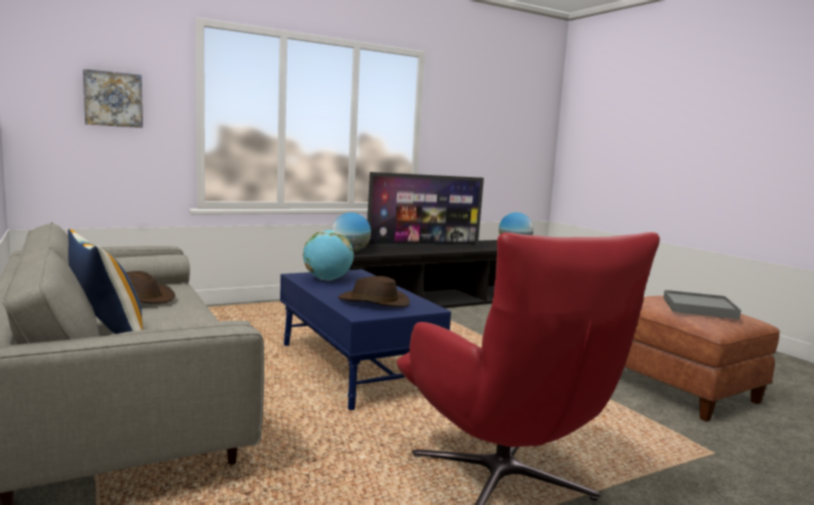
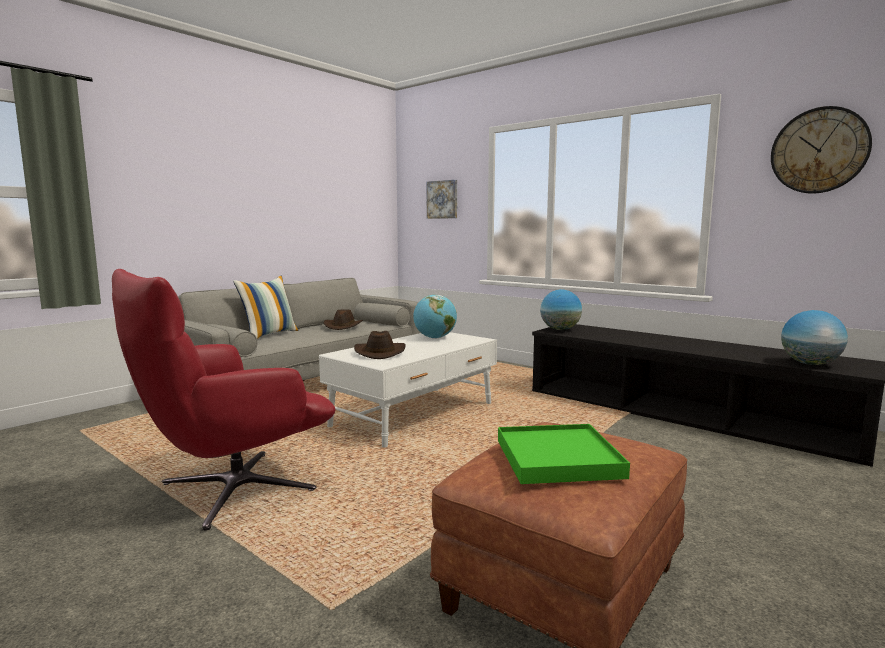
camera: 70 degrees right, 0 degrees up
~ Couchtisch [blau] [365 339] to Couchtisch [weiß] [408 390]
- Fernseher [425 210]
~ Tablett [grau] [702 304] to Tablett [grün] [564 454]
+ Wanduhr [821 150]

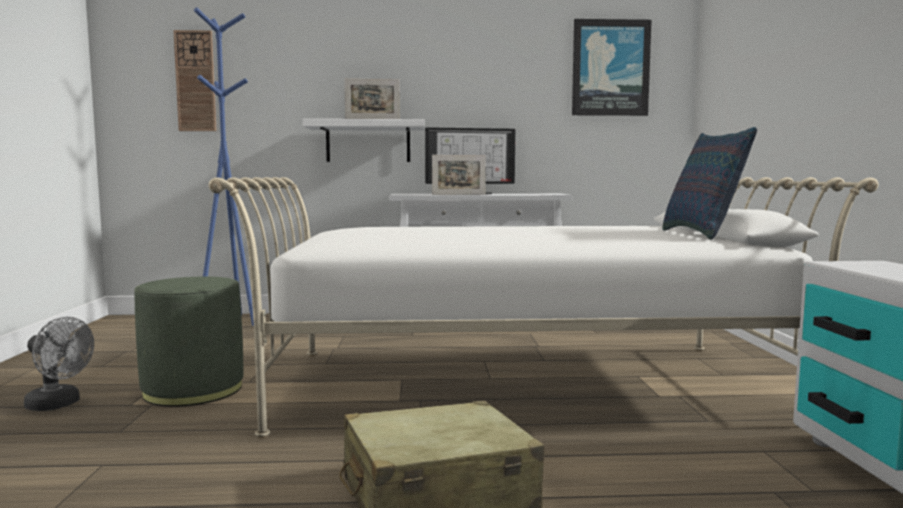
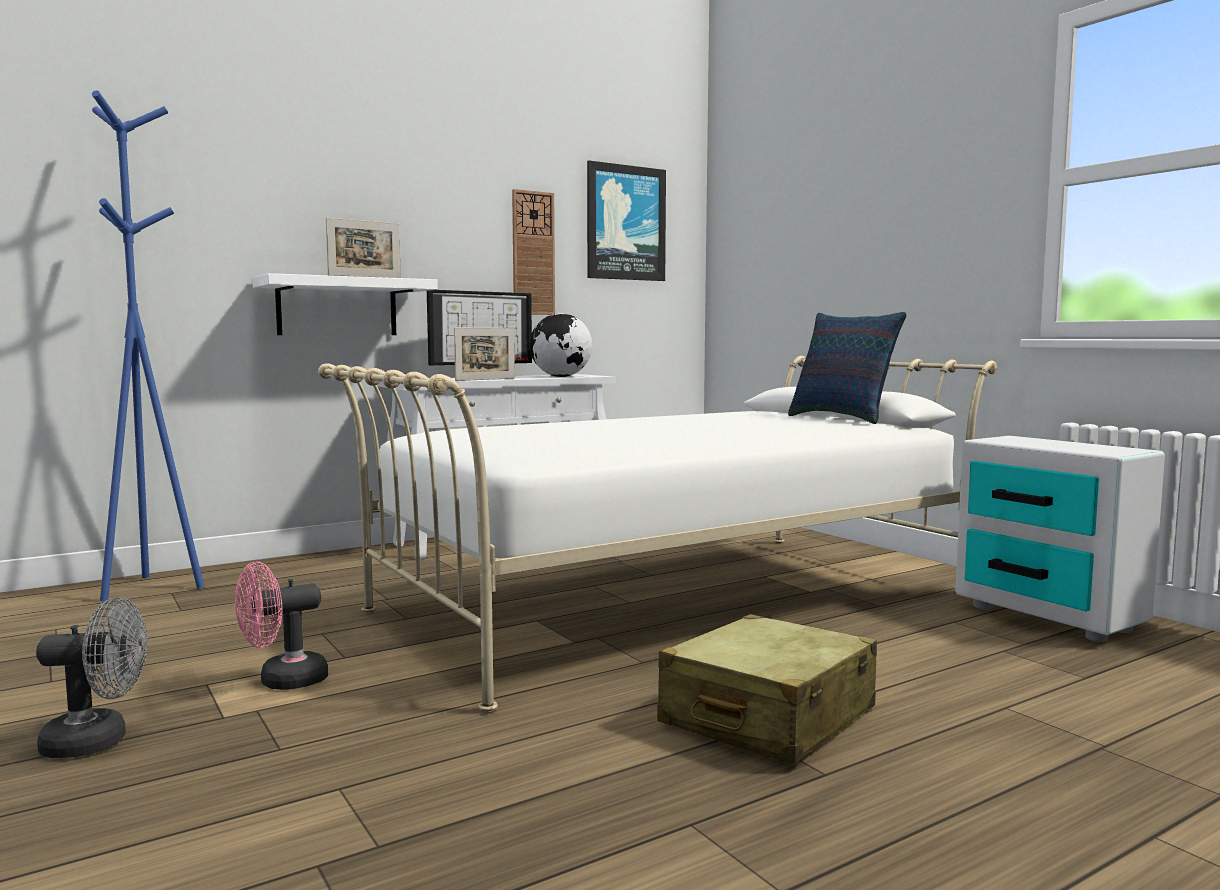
camera: 30 degrees left, 0 degrees up
~ Polsterhocker [grün] [189 342] to Ventilator [rosa] [281 625]
~ Wanduhr [194 80] to [533 252]
+ Globus [561 345]

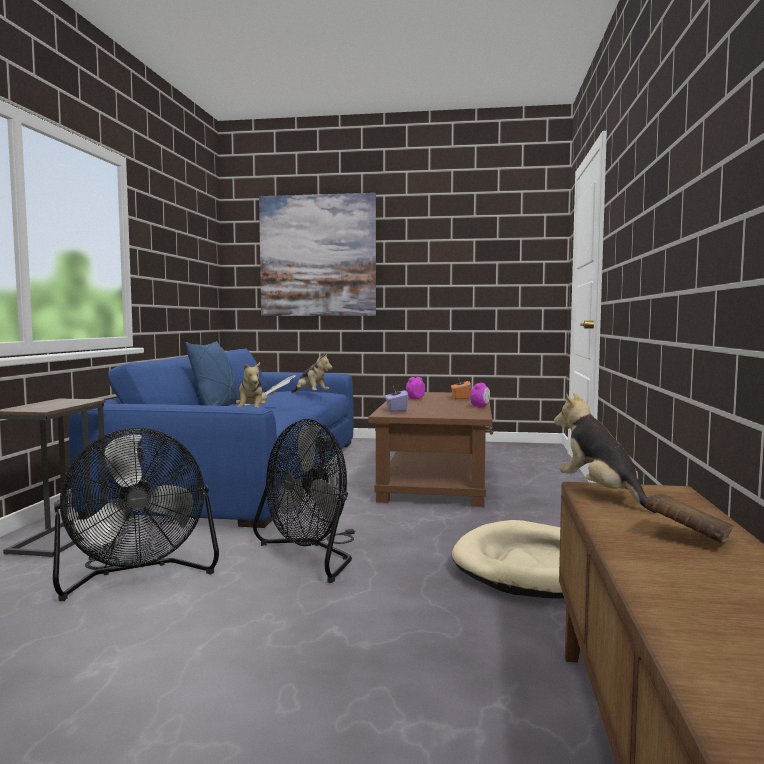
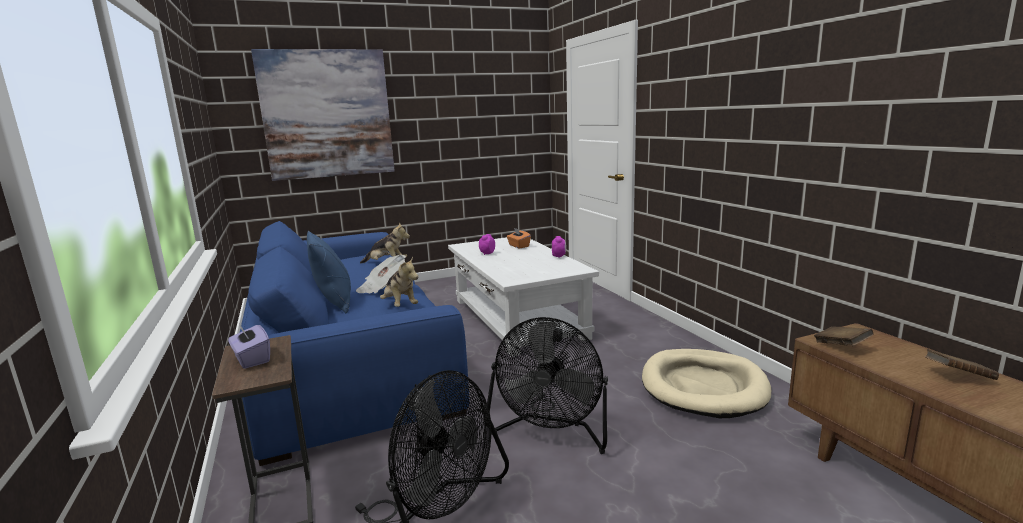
camera: 30 degrees left, 10 degrees up
~ Couchtisch [braun] [430 449] to Couchtisch [weiß] [523 297]
~ Taschentuchbox [lila] [396 399] to [249 346]
~ Plüschtier [606 453] to Buch [braun] [843 336]

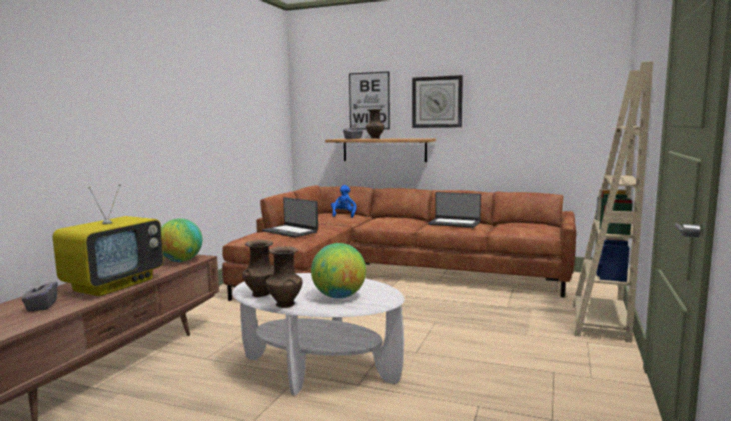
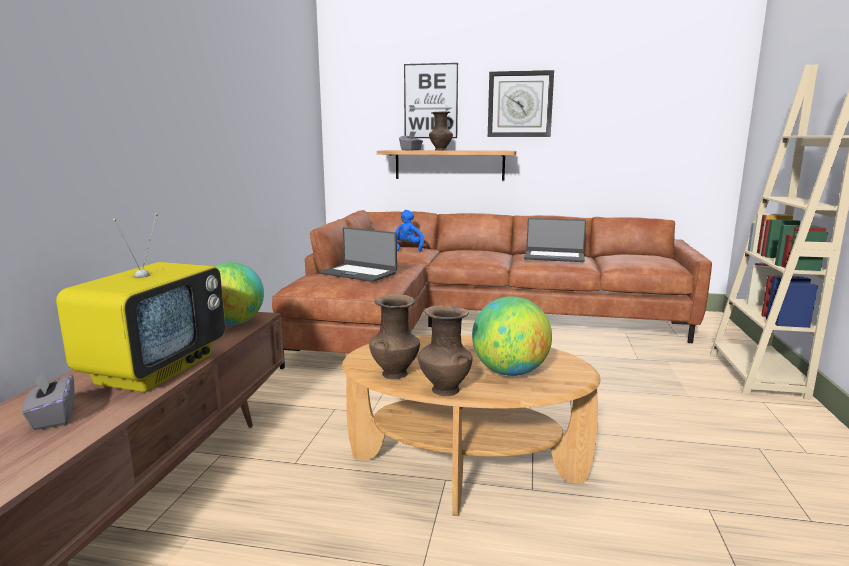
camera: 10 degrees left, 5 degrees up
~ Couchtisch [weiß] [318 334] to Couchtisch [braun] [471 425]

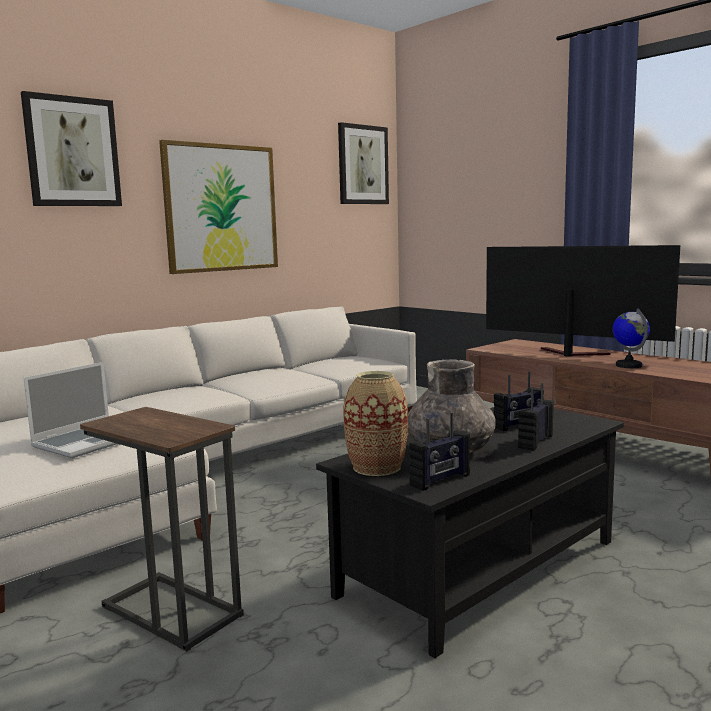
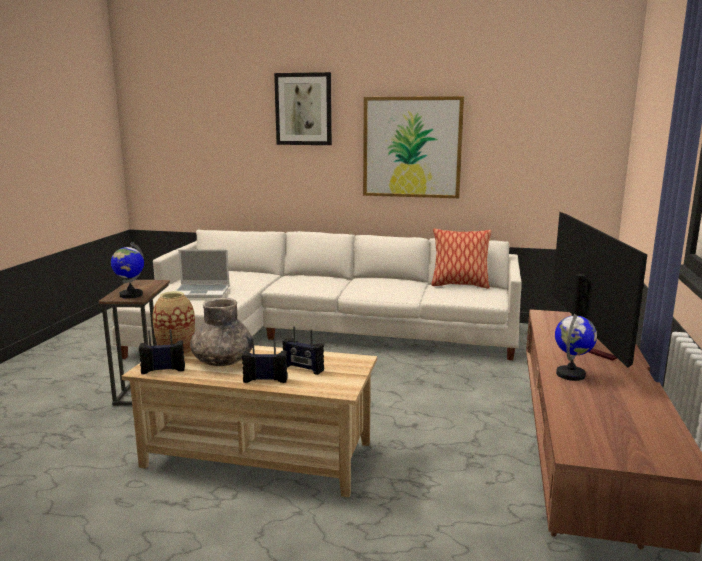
camera: 55 degrees right, 5 degrees up
~ Couchtisch [schwarz] [470 532] to Couchtisch [beige] [249 421]
- Bild [363 163]
~ Radio [439 451] = [162 351] 150 degrees clockwise
+ Globus [127 270]
+ Kissen [461 259]

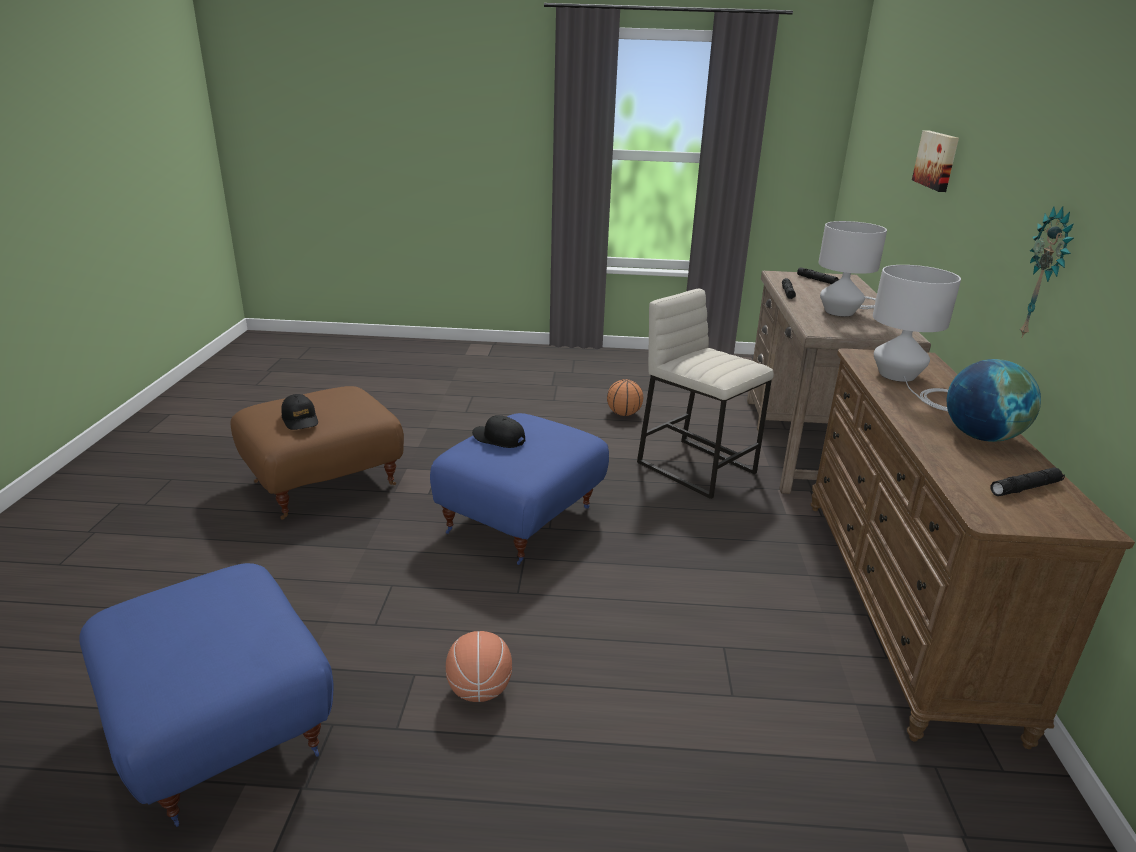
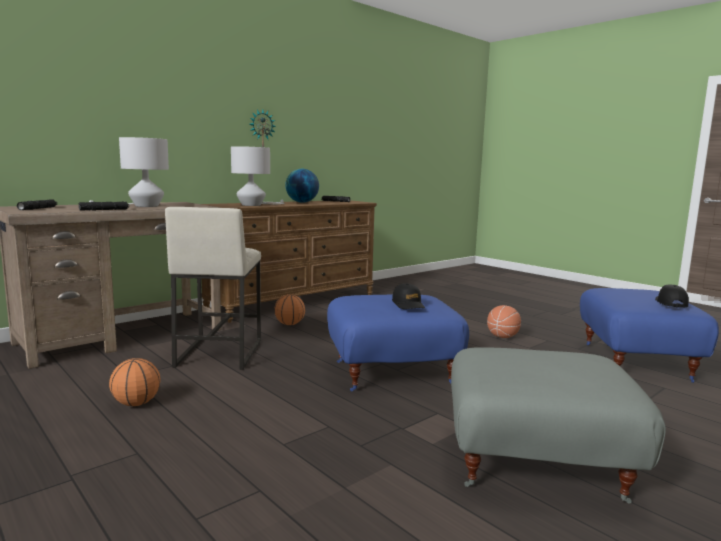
camera: 135 degrees left, 15 degrees down
~ Polsterhocker [braun] [317 453] to Polsterhocker [grau] [558 425]
~ Kappe [schwarz] [299 412] to [672 296]
- Bild [935 161]
+ Basketball [289 309]

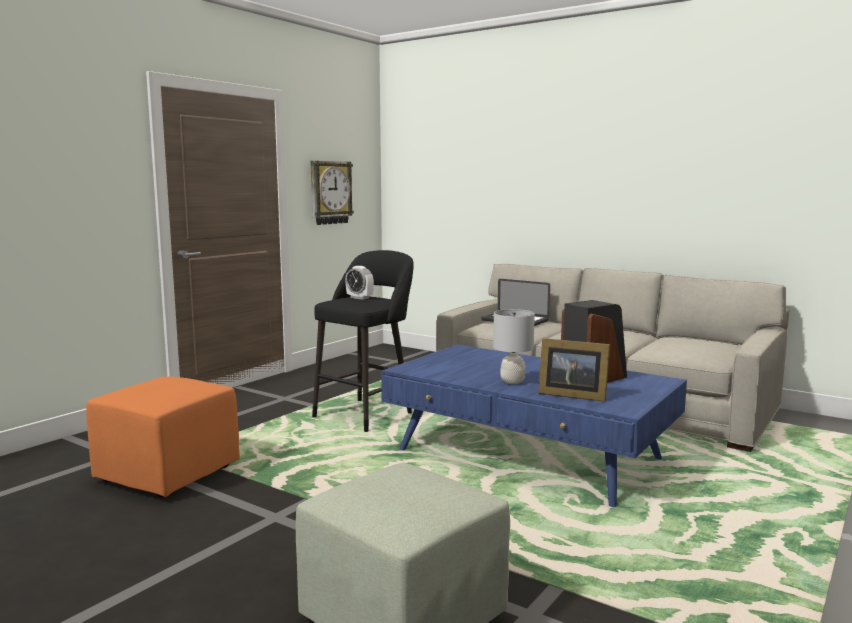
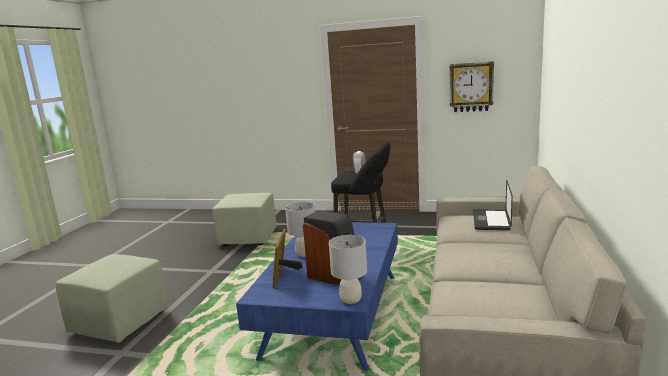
camera: 70 degrees right, 5 degrees up
~ Polsterhocker [orange] [163 436] to Polsterhocker [grün] [244 219]
+ Tischlampe [grau] [348 269]

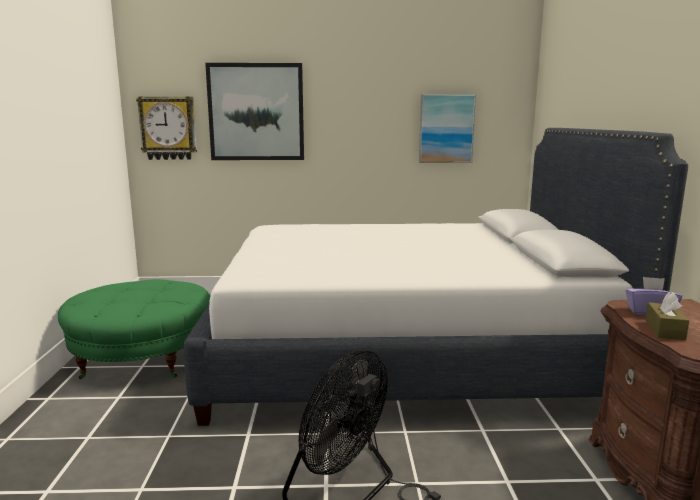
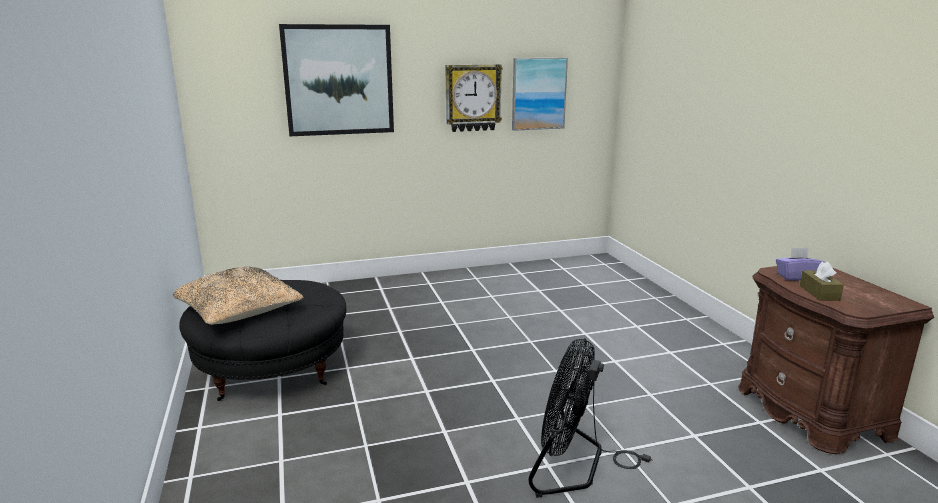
camera: 15 degrees left, 5 degrees up
~ Polsterhocker [grün] [134 329] to Polsterhocker [schwarz] [262 340]
~ Wanduhr [166 128] to [474 98]
- Bett [weiß] [436 277]
+ Kissen [beige] [238 296]

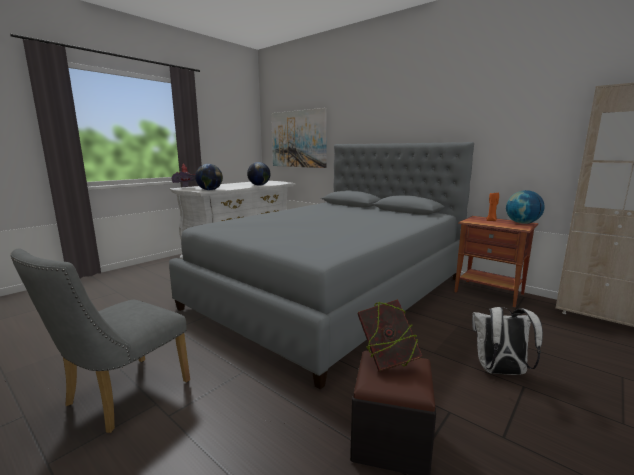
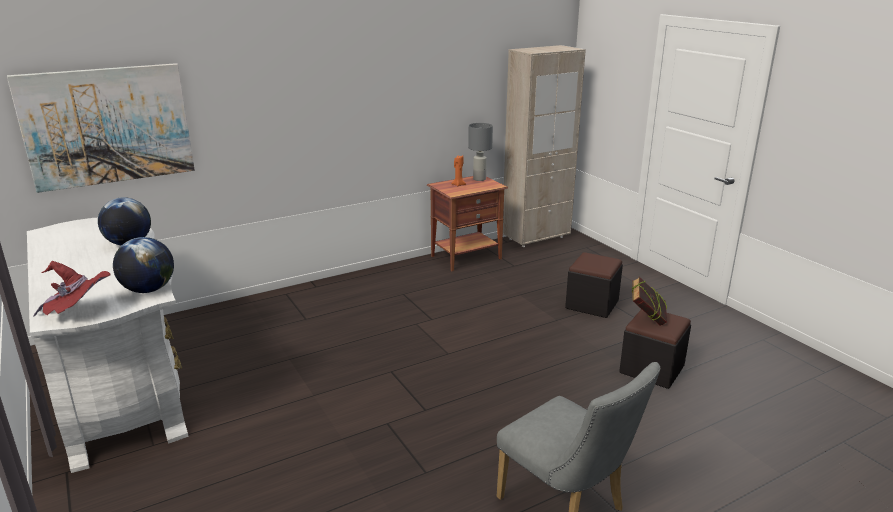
camera: 70 degrees left, 10 degrees up
- Bett [grau] [321 266]
~ Rucksack [weiß] [507 341] to Polsterhocker [schwarz] [594 285]
~ Globus [525 207] to Tischlampe [grau] [480 152]

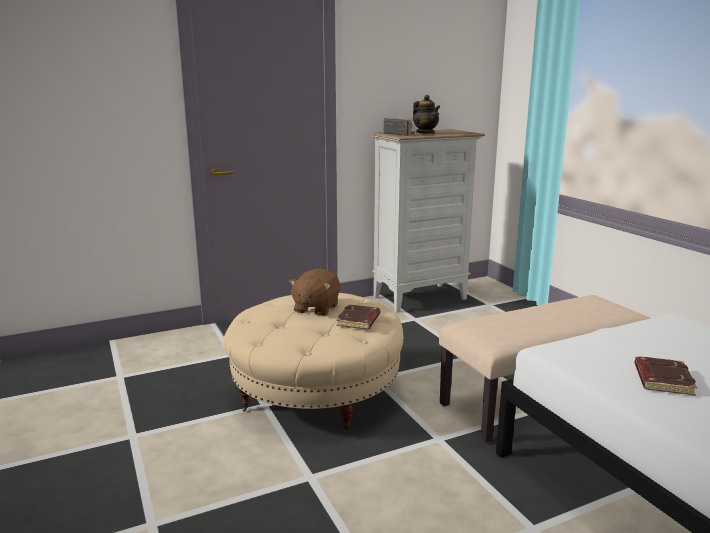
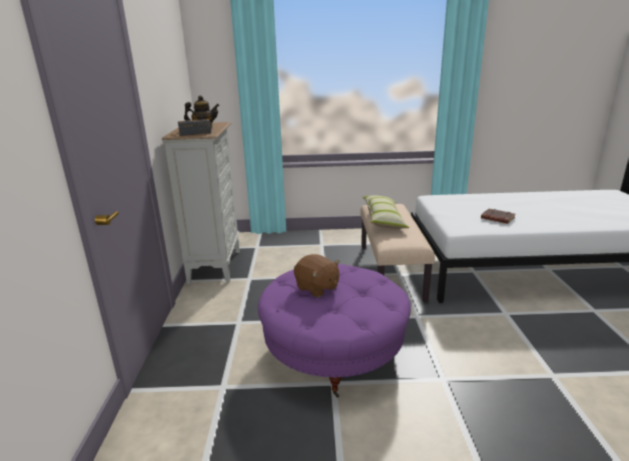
camera: 65 degrees left, 5 degrees up
~ Polsterhocker [beige] [314 364] to Polsterhocker [lila] [334 331]
- Buch [braun] [358 317]
+ Kissen [385 212]

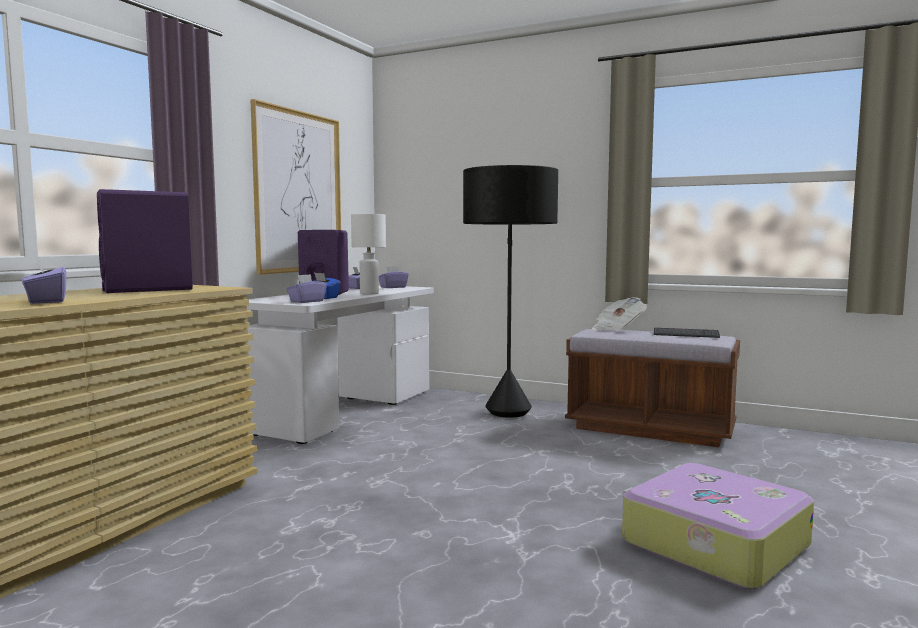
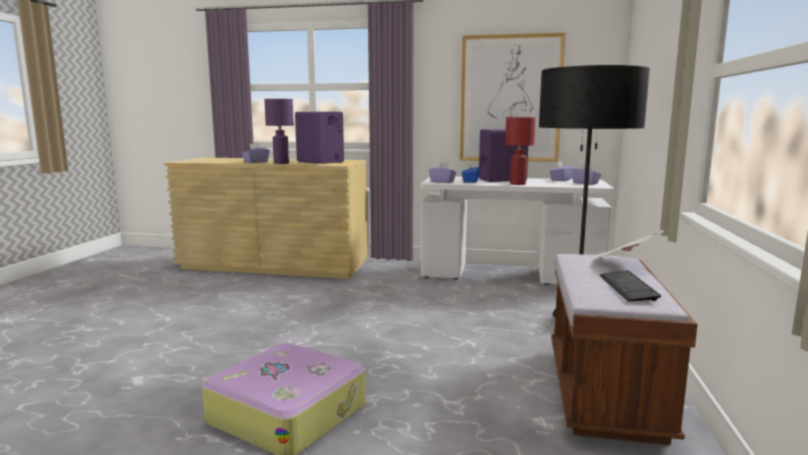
camera: 75 degrees right, 5 degrees up
~ Tischlampe [weiß] [368 254] to Tischlampe [rot] [520 151]
+ Tischlampe [lila] [279 131]

